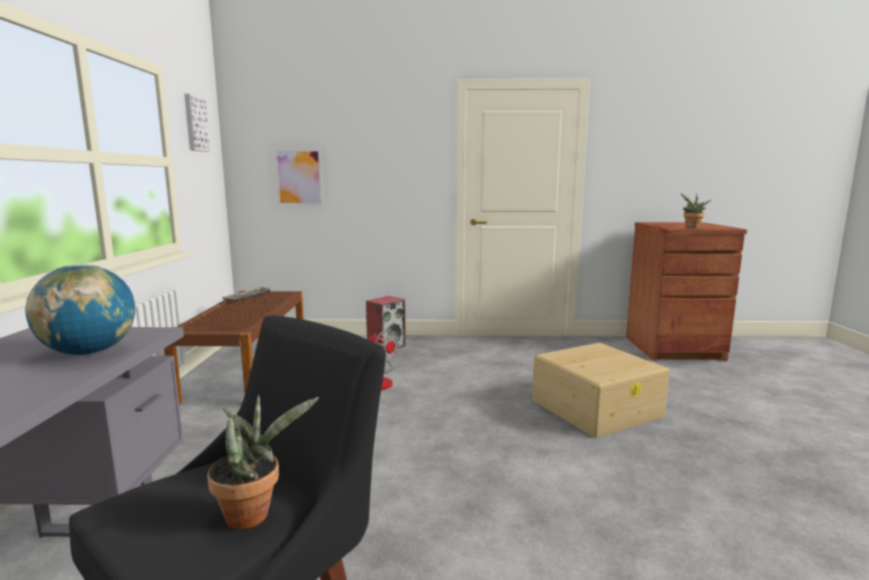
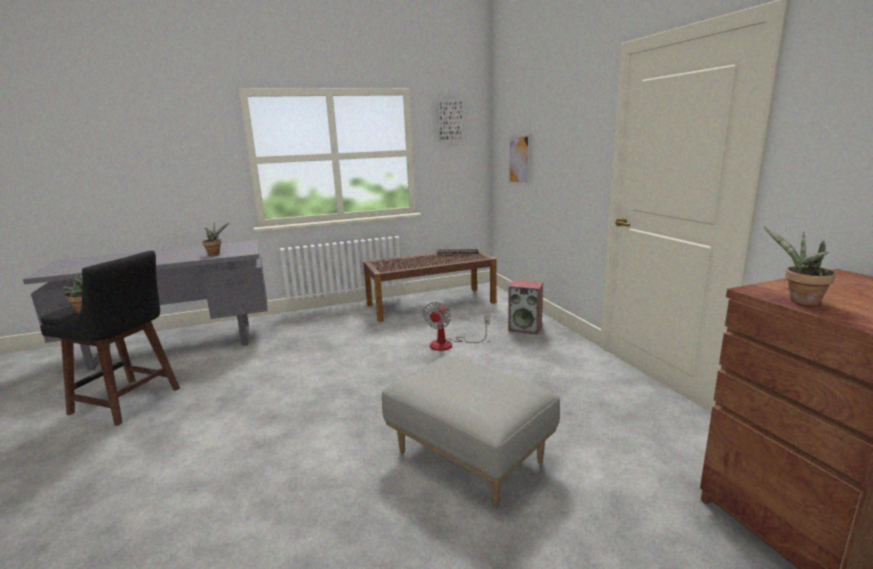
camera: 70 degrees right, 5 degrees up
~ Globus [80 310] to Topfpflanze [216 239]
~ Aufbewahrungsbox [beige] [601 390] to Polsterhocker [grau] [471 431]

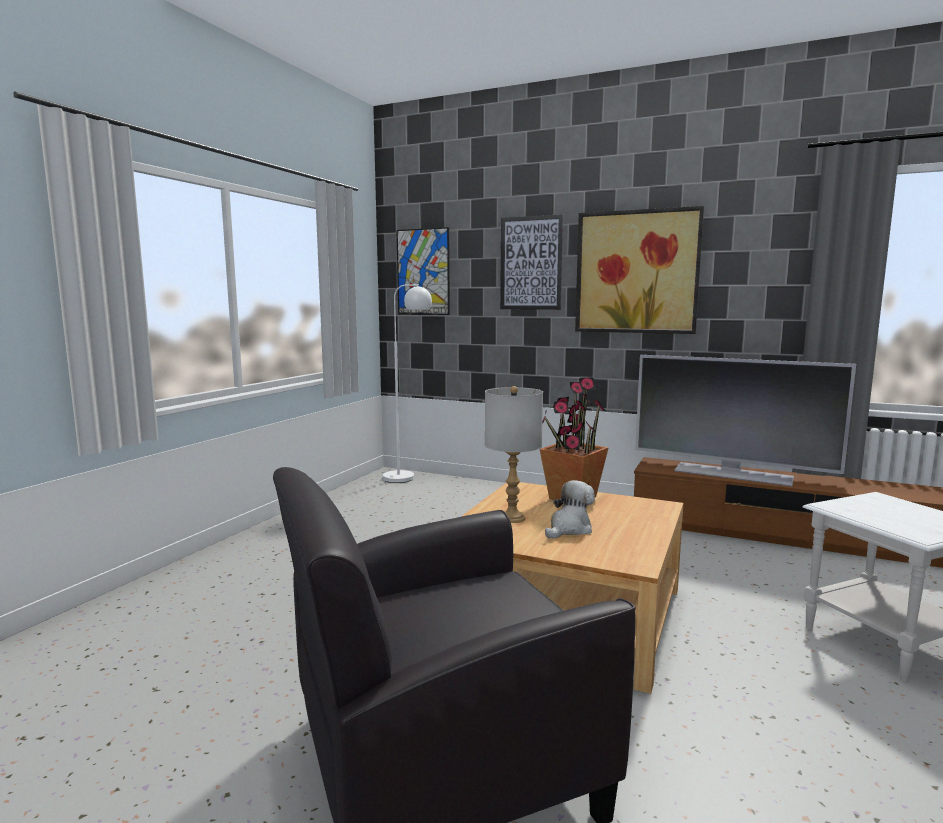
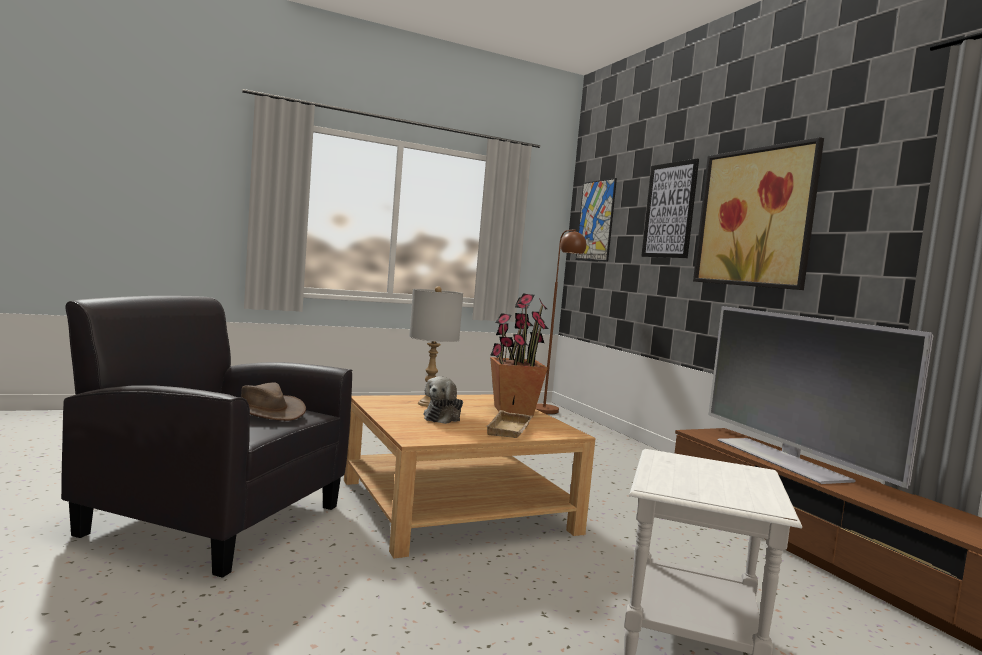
camera: 40 degrees right, 5 degrees down
~ Stehlampe [weiß] [407 383] to Stehlampe [braun] [561 322]
~ Plüschtier [570 509] = [443 400] 120 degrees clockwise
+ Hut [braun] [273 401]
+ Tablett [beige] [509 424]

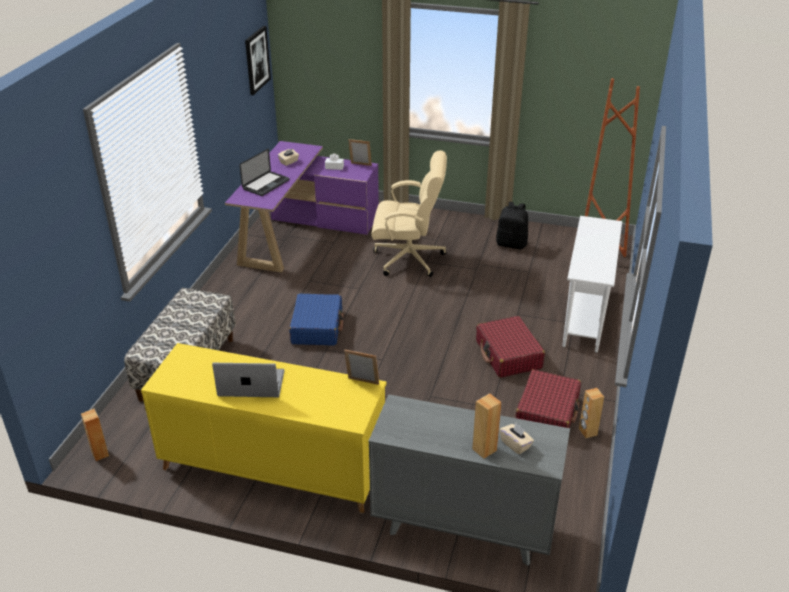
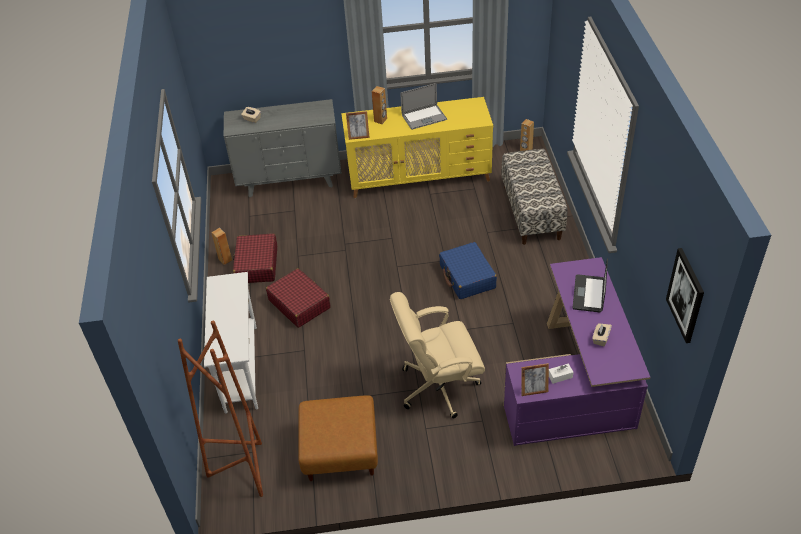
camera: 160 degrees right, 10 degrees up
~ Lautsprecher [braun] [487 426] to [379 105]
~ Rucksack [schwarz] [512 225] to Polsterhocker [braun] [338 438]

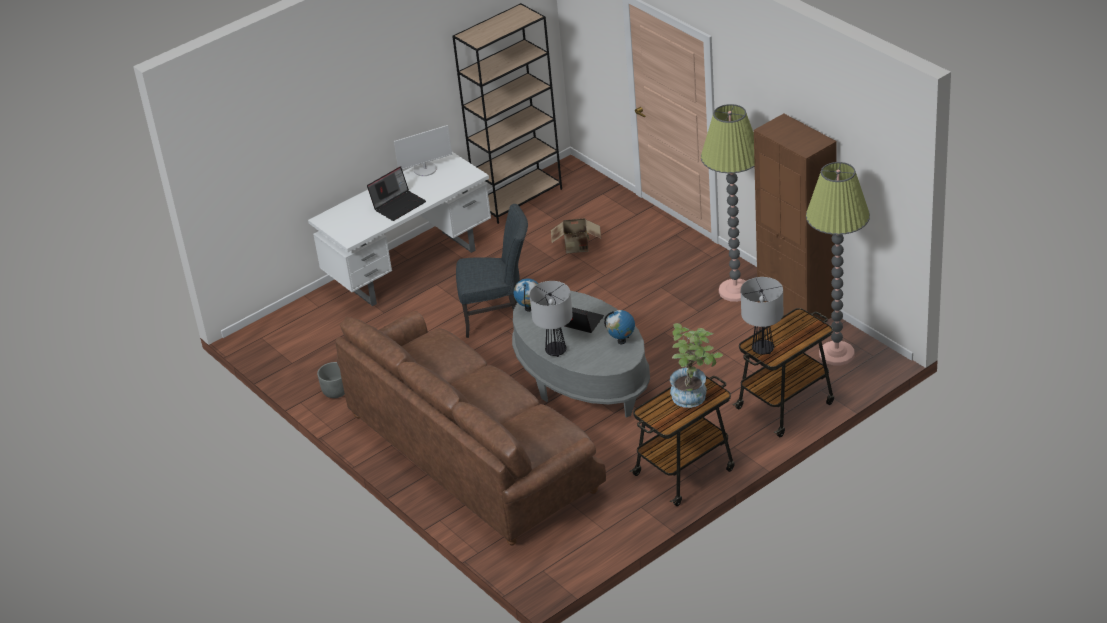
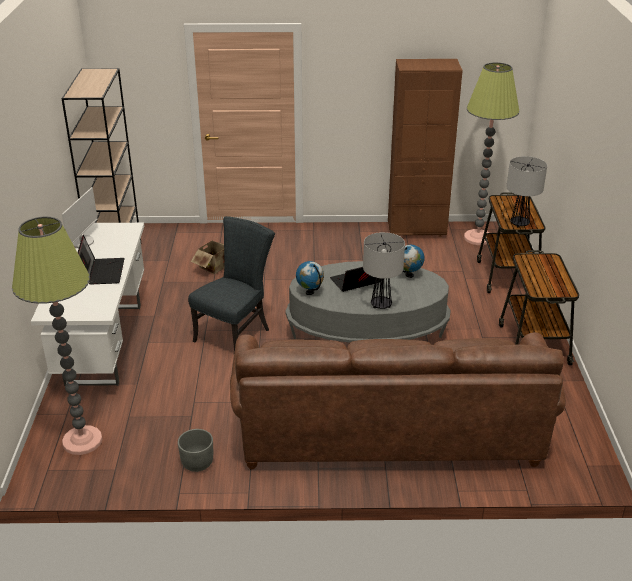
camera: 55 degrees left, 5 degrees down
- Topfpflanze [696 365]
~ Stehlampe [728 203] to [57 336]

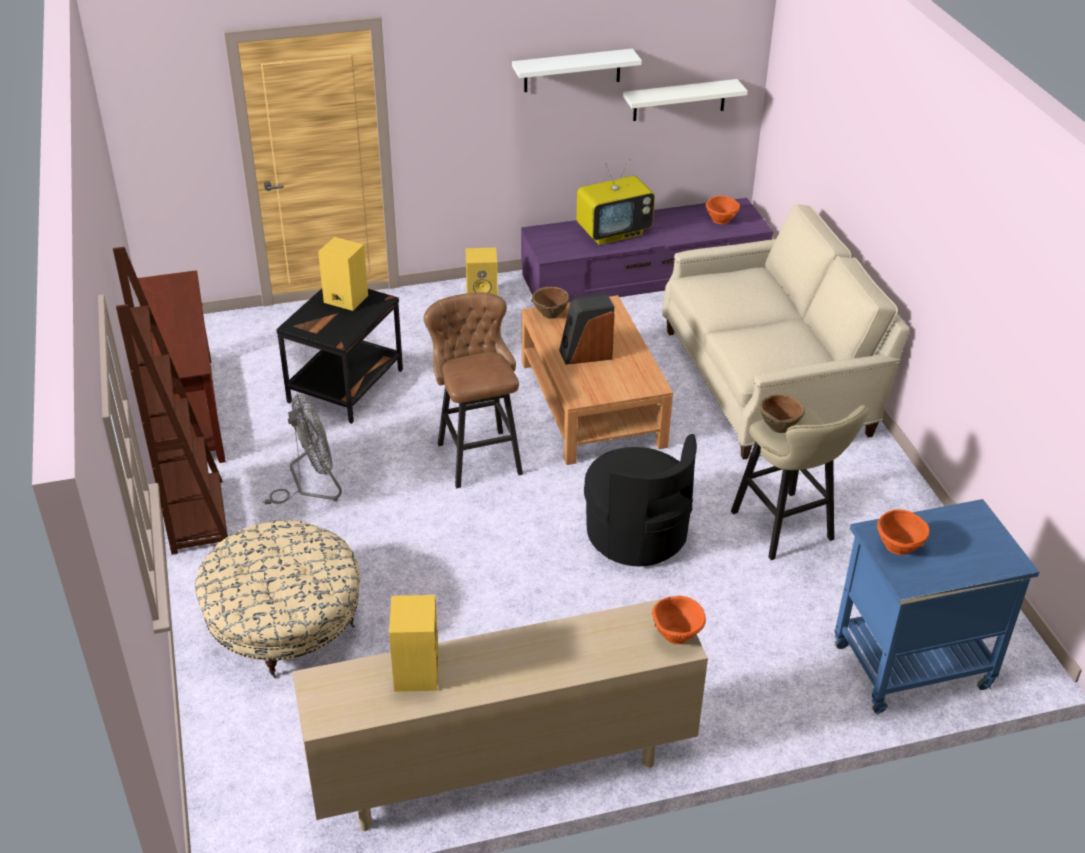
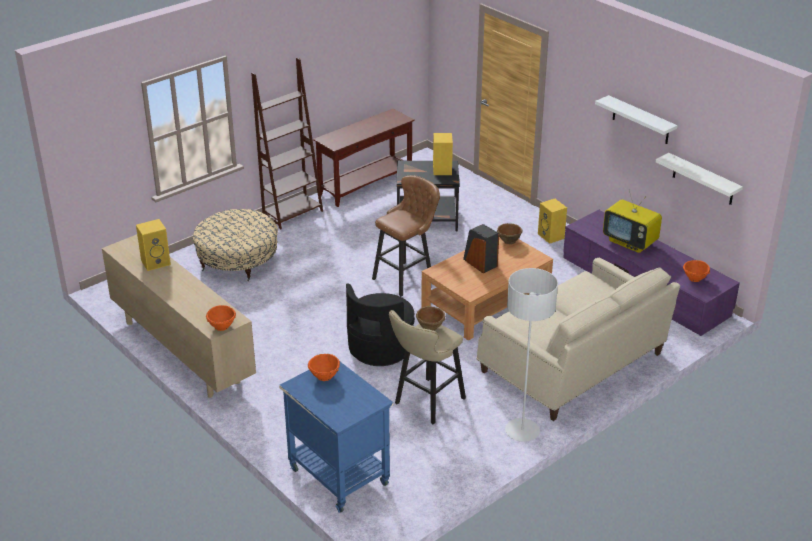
camera: 65 degrees right, 5 degrees down
- Ventilator [grau] [303 449]
+ Stehlampe [grau] [531 355]

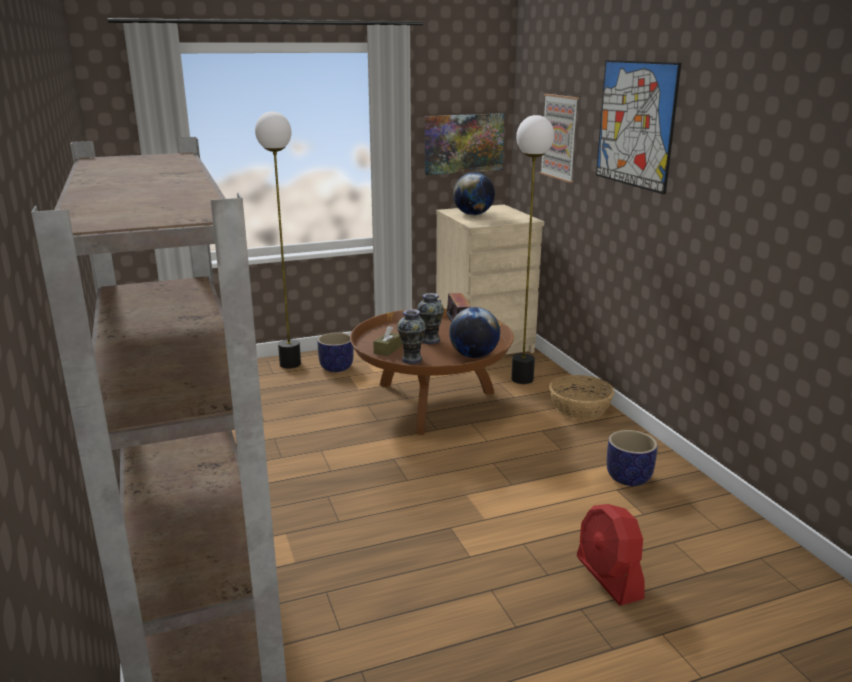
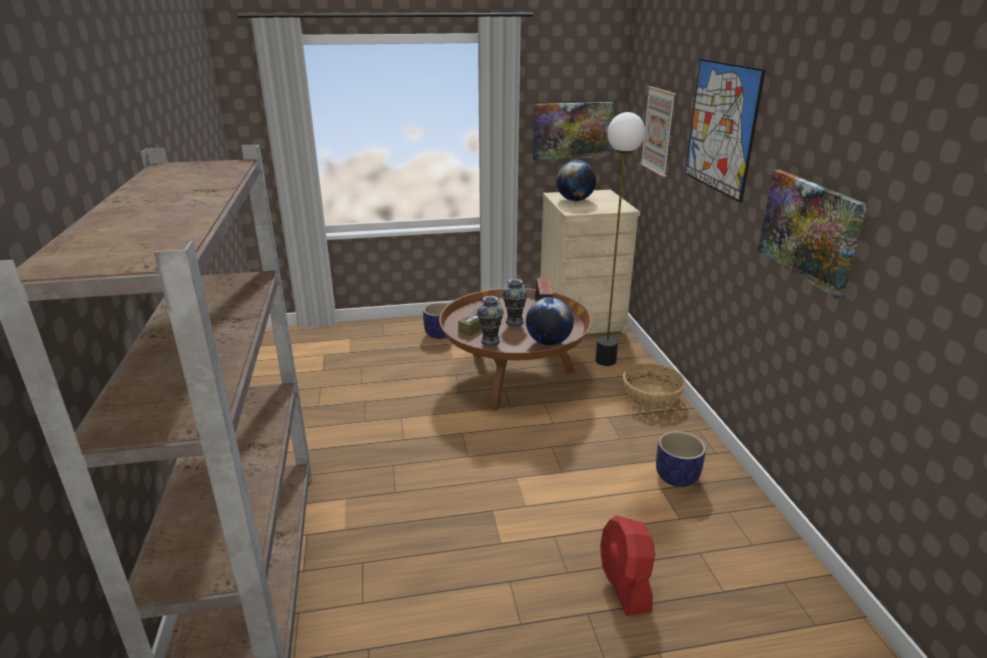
camera: 10 degrees right, 5 degrees up
- Stehlampe [278 240]
+ Bild [813 234]

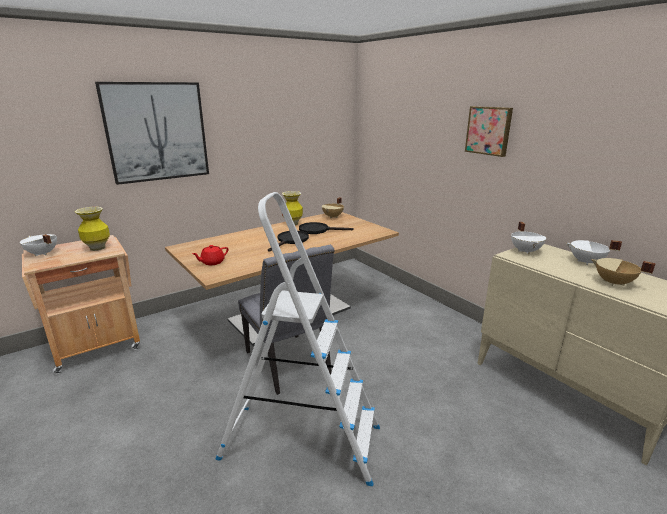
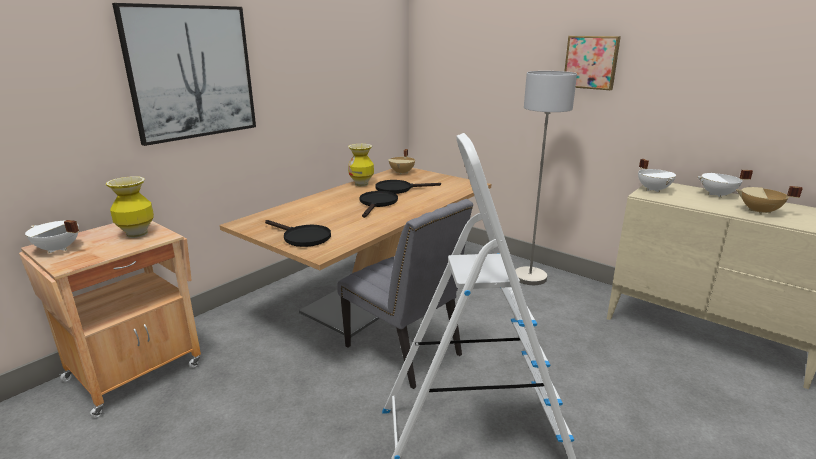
camera: 15 degrees left, 0 degrees up
~ Teekanne [rot] [210 255] to Pfanne [schwarz] [298 233]
+ Stehlampe [grau] [546 178]

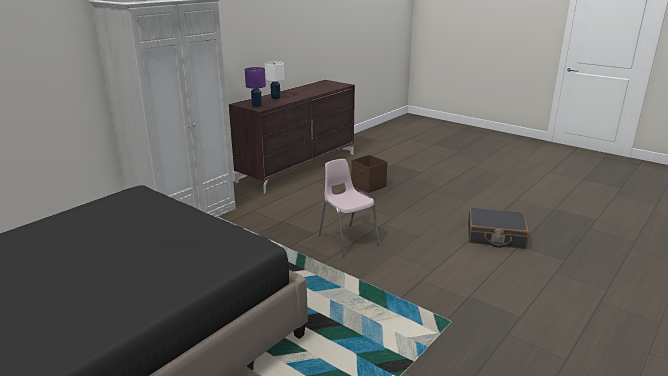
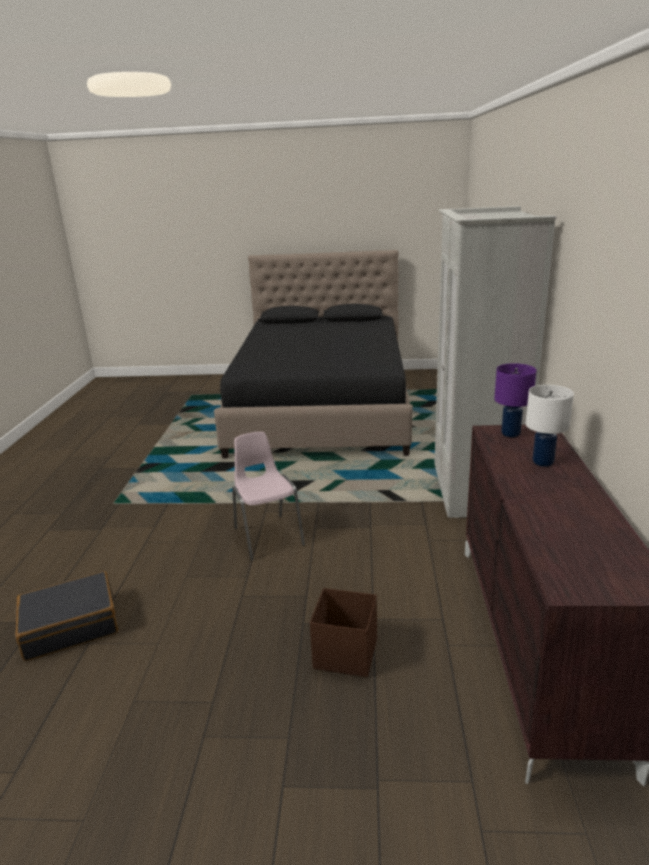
camera: 145 degrees right, 0 degrees up
~ Stuhl [rosa] [349 207] = [268 496] 135 degrees counterclockwise

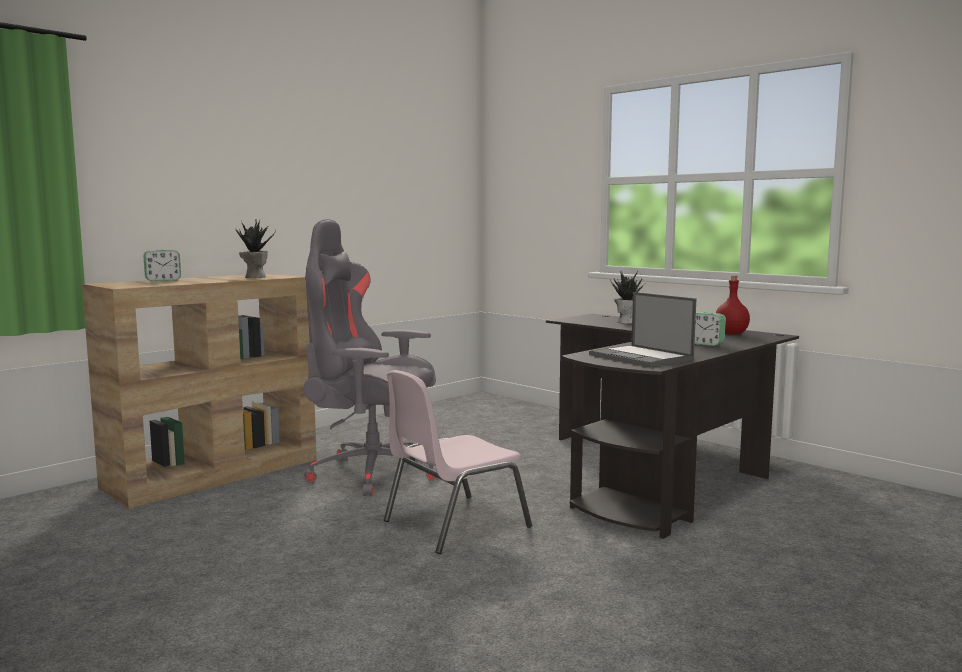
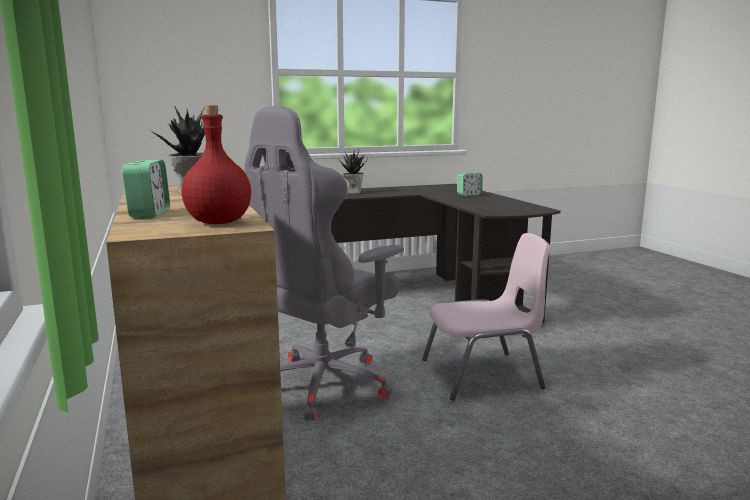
camera: 65 degrees left, 5 degrees up
~ Stuhl [rosa] [458 462] = [486 317] 90 degrees counterclockwise
- Laptop [642 329]
~ Flasche [rot] [733 305] to [216 164]

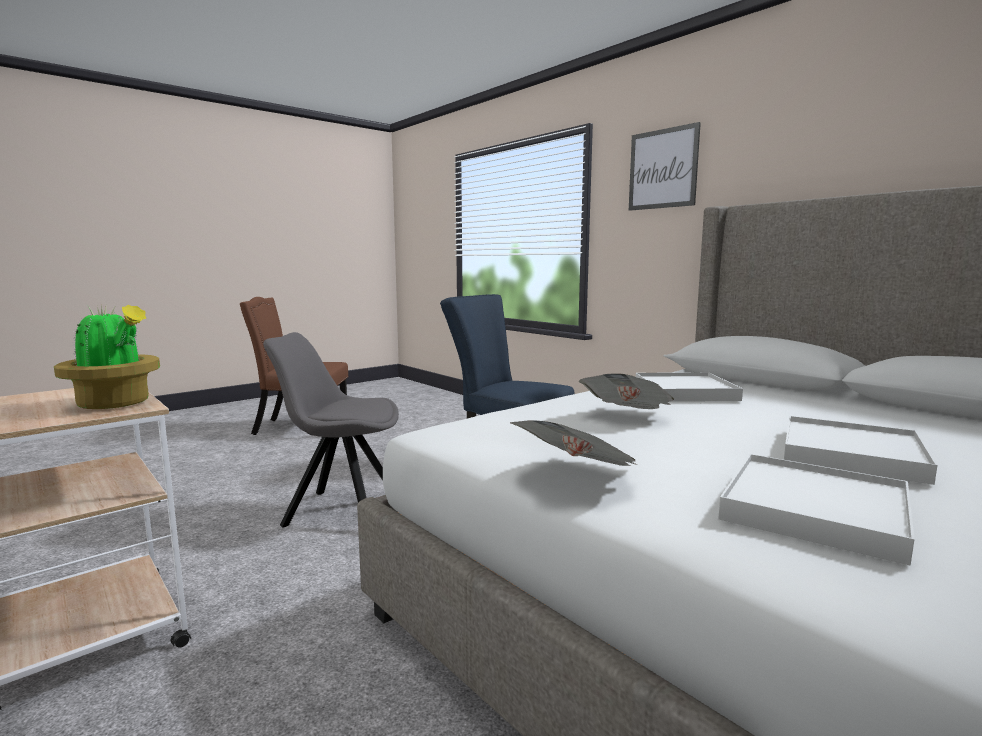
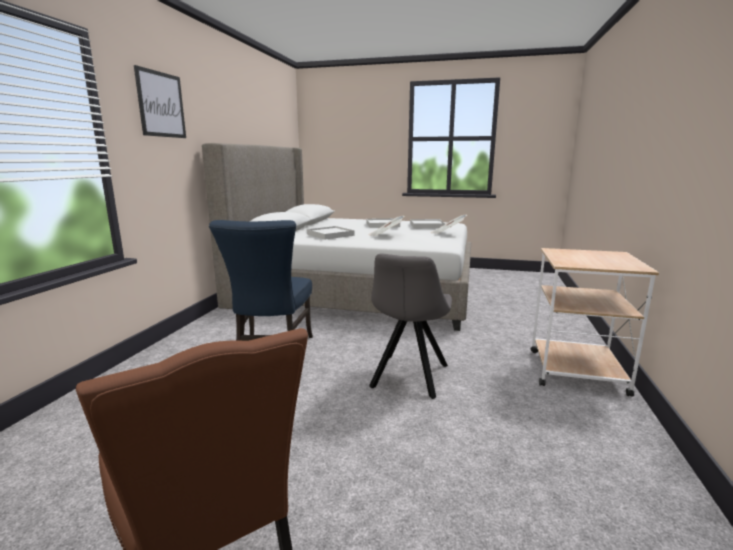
camera: 125 degrees left, 5 degrees up
- Topfpflanze [107 357]
~ Stuhl [grau] [331 429] = [410 326] 45 degrees clockwise

